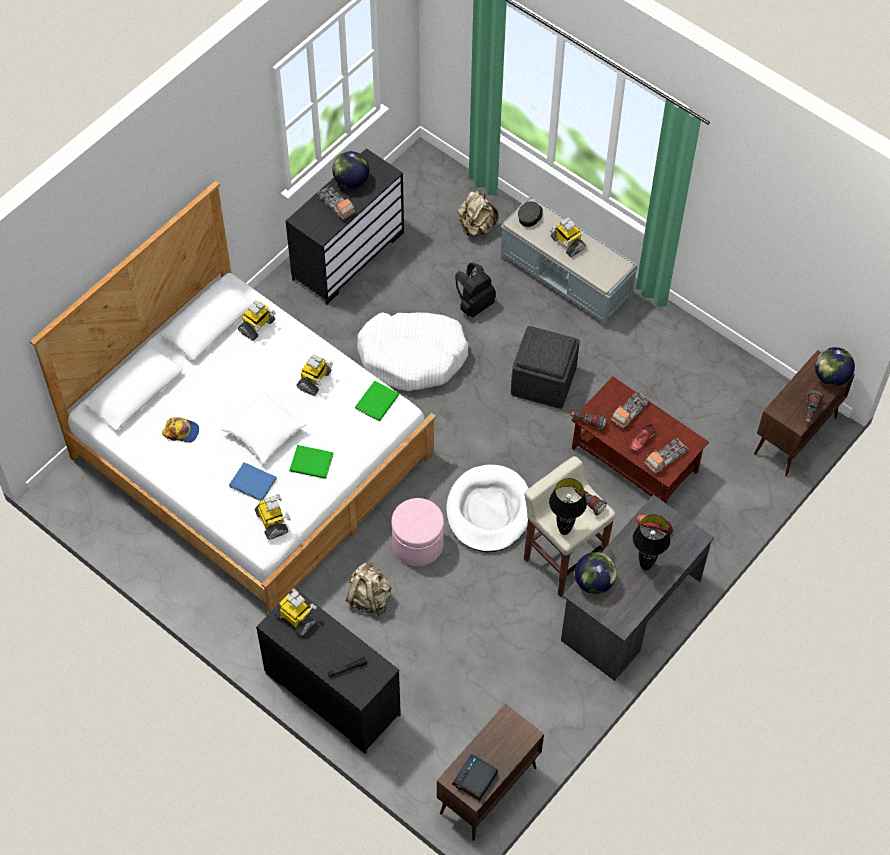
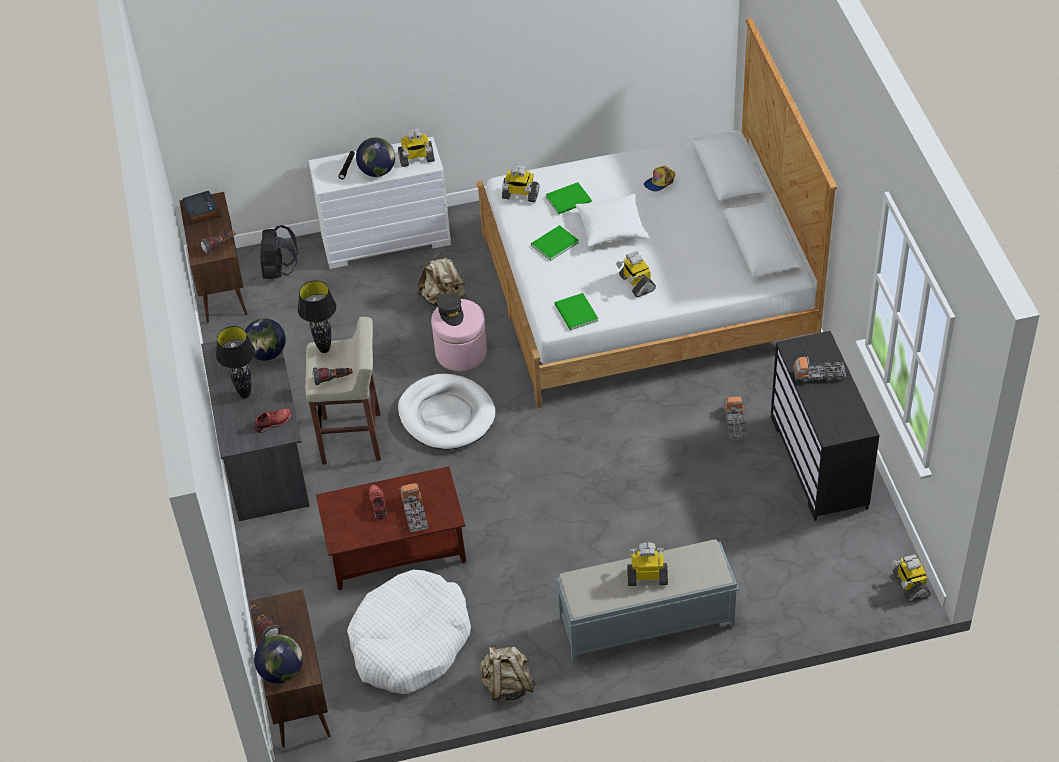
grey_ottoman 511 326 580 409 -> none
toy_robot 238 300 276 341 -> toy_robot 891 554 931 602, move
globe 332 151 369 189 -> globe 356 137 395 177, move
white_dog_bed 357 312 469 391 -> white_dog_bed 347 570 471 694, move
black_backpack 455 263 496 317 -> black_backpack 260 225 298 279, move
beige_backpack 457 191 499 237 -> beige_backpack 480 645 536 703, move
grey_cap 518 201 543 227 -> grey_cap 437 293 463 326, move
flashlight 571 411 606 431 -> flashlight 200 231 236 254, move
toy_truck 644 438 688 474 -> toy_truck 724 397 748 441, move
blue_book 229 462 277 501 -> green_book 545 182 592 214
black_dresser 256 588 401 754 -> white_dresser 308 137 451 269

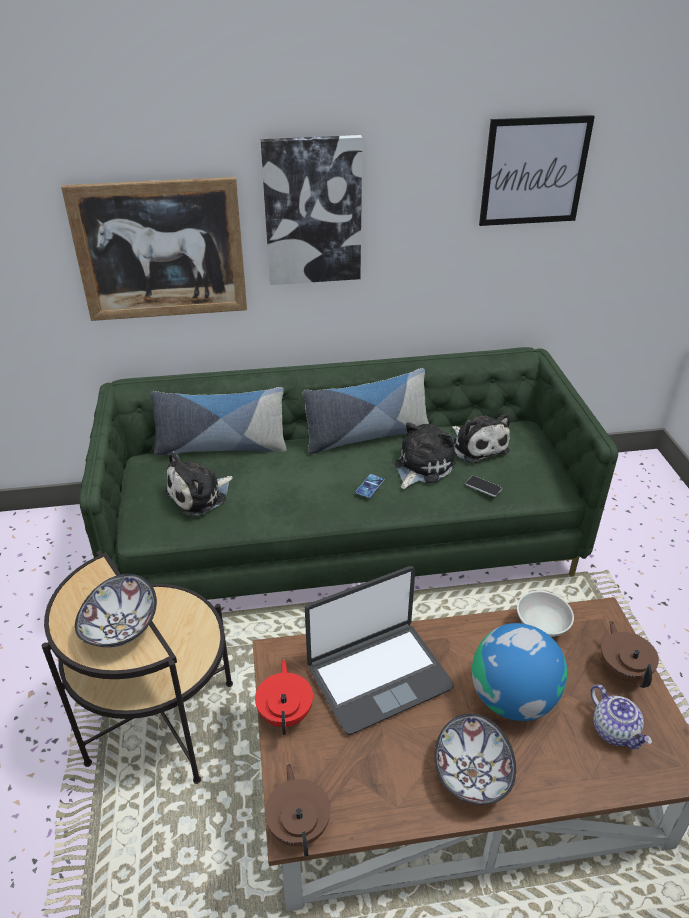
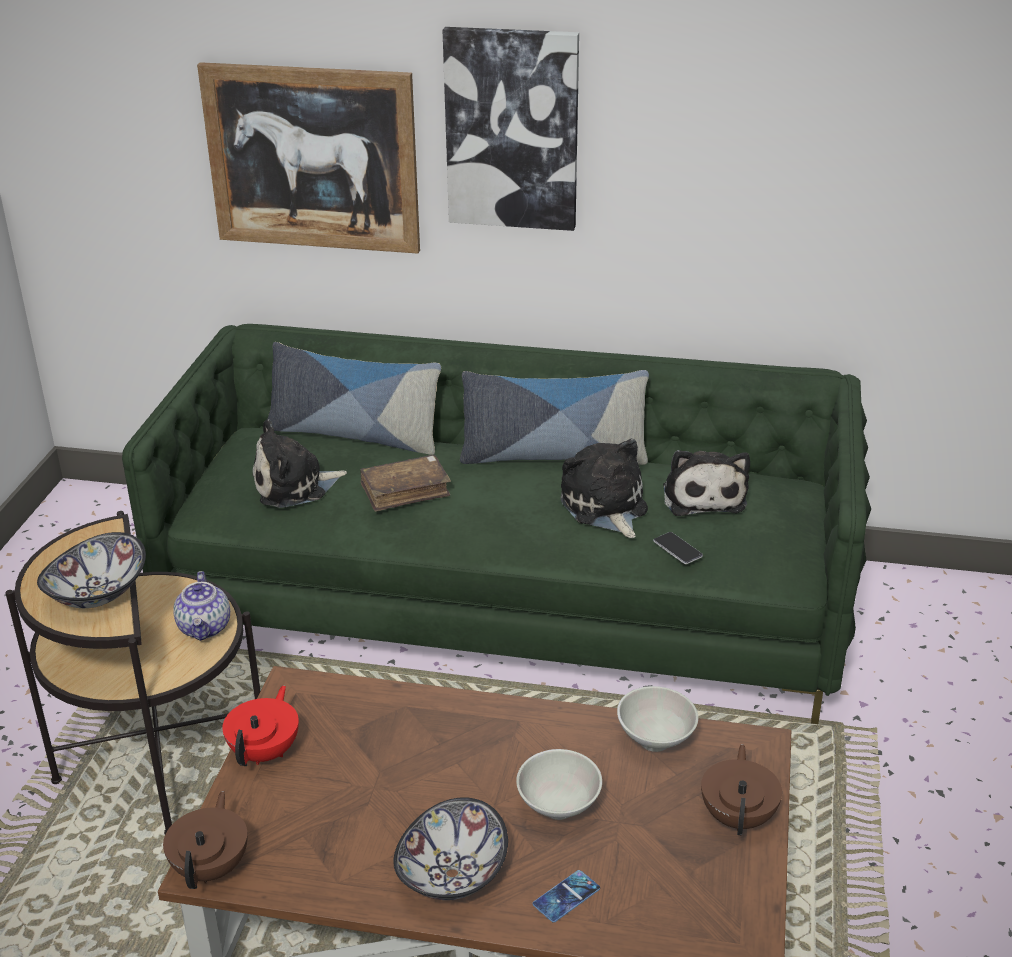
laptop 305 566 454 735 -> none
picture 479 115 595 226 -> none
none -> brown_book 360 455 451 512
phone 355 474 385 498 -> phone 533 870 600 923, move
teapot 590 684 652 749 -> teapot 173 571 230 641, move
globe 472 623 567 721 -> white_bowl 516 749 602 820
plush_toy 395 422 456 489 -> plush_toy 560 439 648 538, 75 degrees counterclockwise

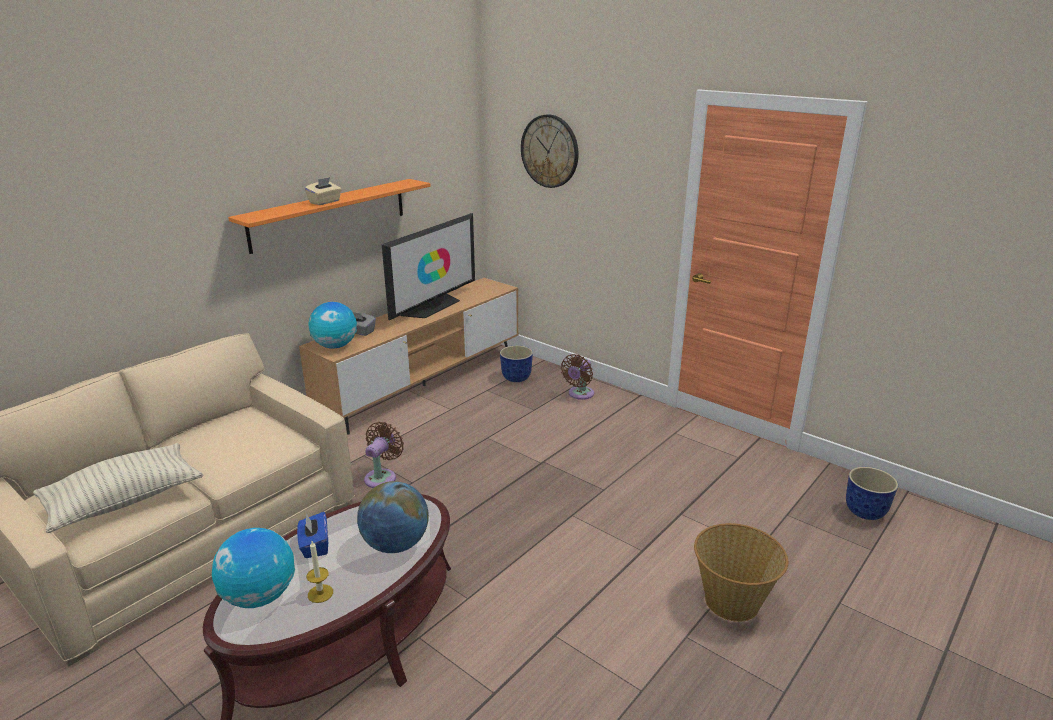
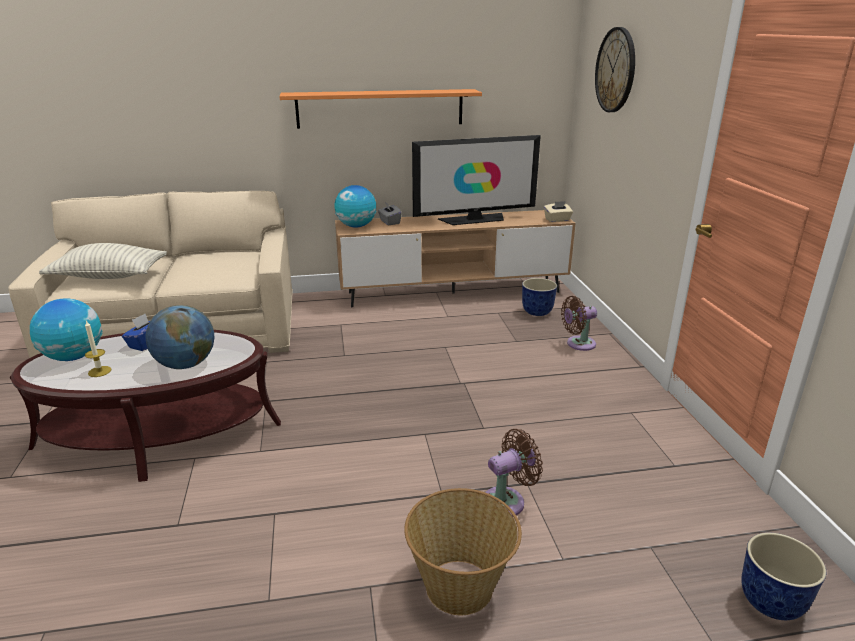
beige_tissue_box 305 177 342 205 -> beige_tissue_box 544 201 573 222, move
brown_fan 364 422 404 488 -> brown_fan 485 429 543 517, move

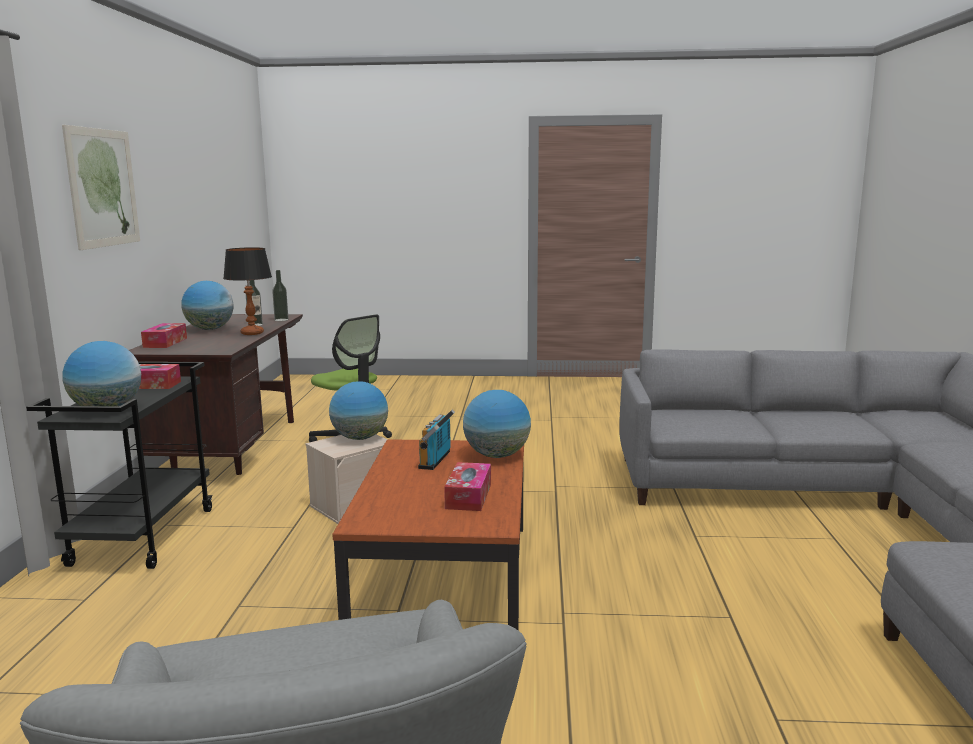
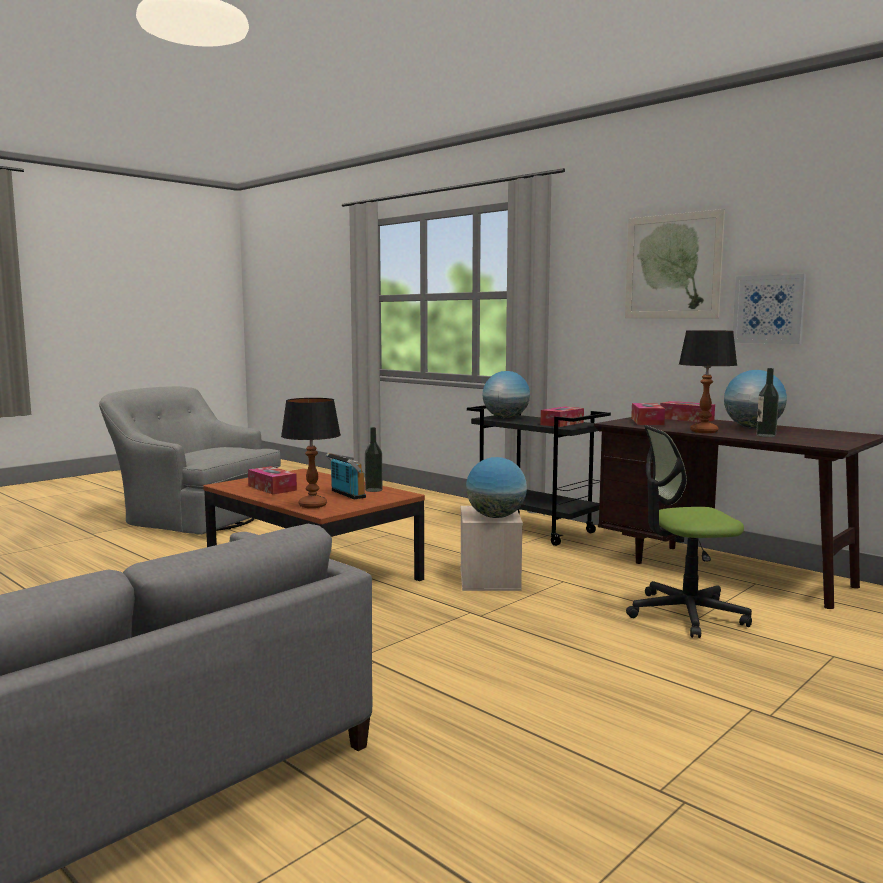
none -> tissue_box 631 403 665 425
none -> picture 733 274 806 344
bottle 272 270 288 321 -> bottle 365 427 383 492, move
globe 463 390 531 458 -> table_lamp 281 398 341 508

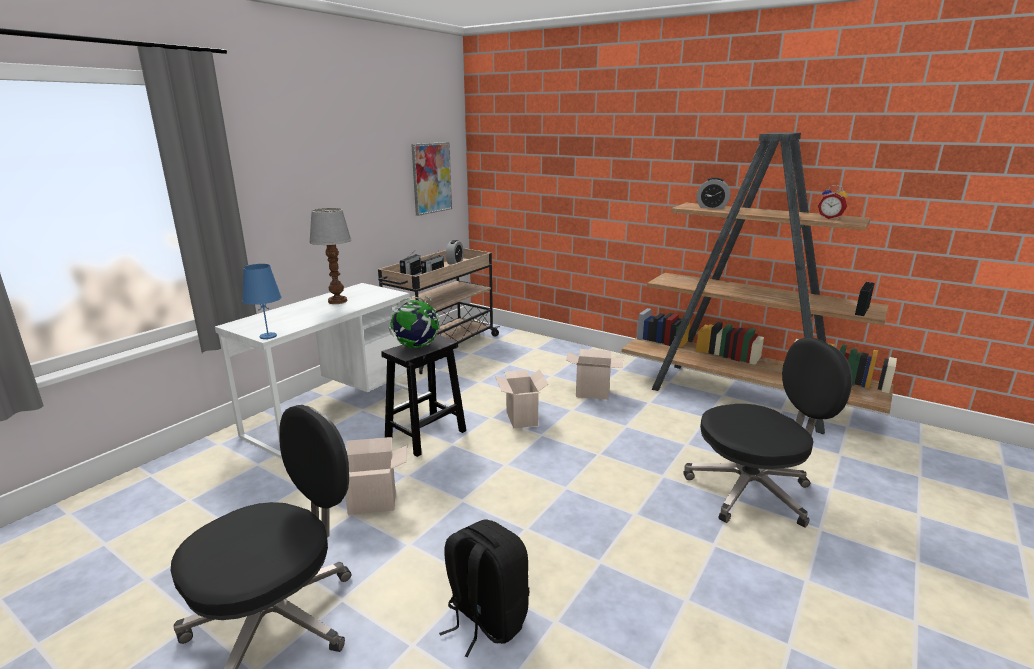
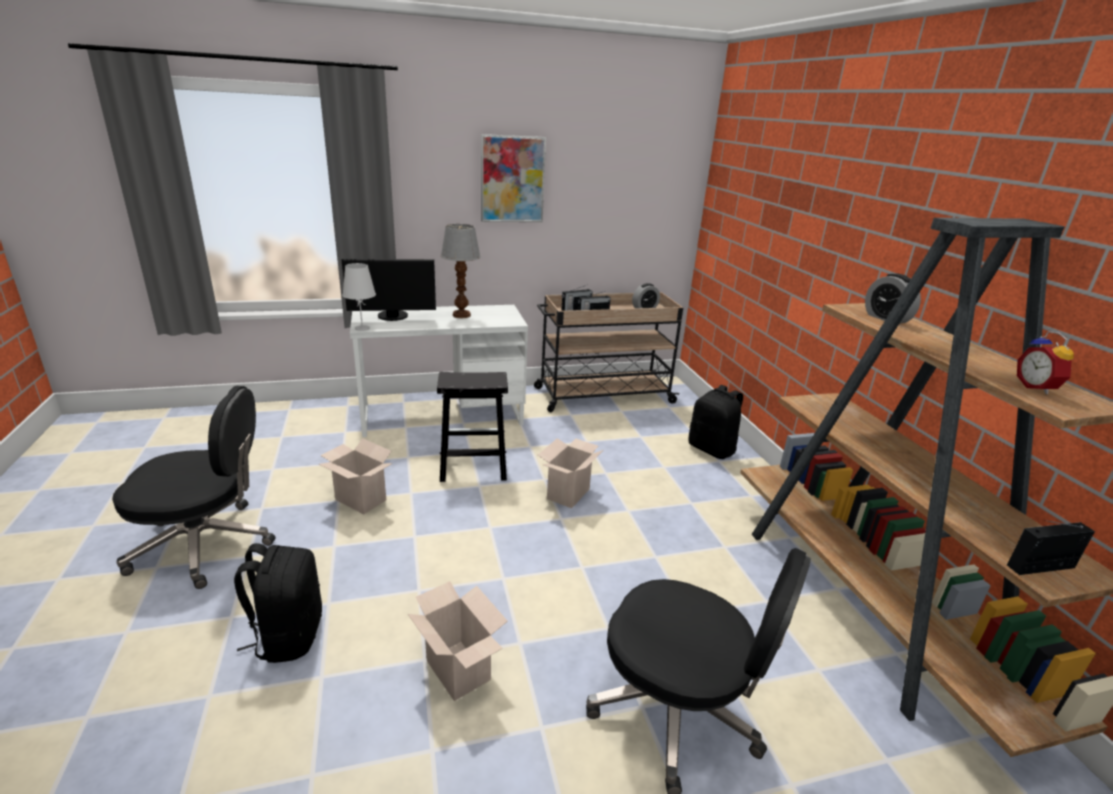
globe 388 296 440 348 -> none
none -> monitor 341 259 436 321
none -> black_backpack 689 385 743 459
picture 411 142 452 216 -> picture 481 134 546 222, move
cardboard_box 566 349 623 400 -> cardboard_box 408 581 508 701, move
blue_table_lamp 242 264 282 339 -> white_table_lamp 342 263 376 331

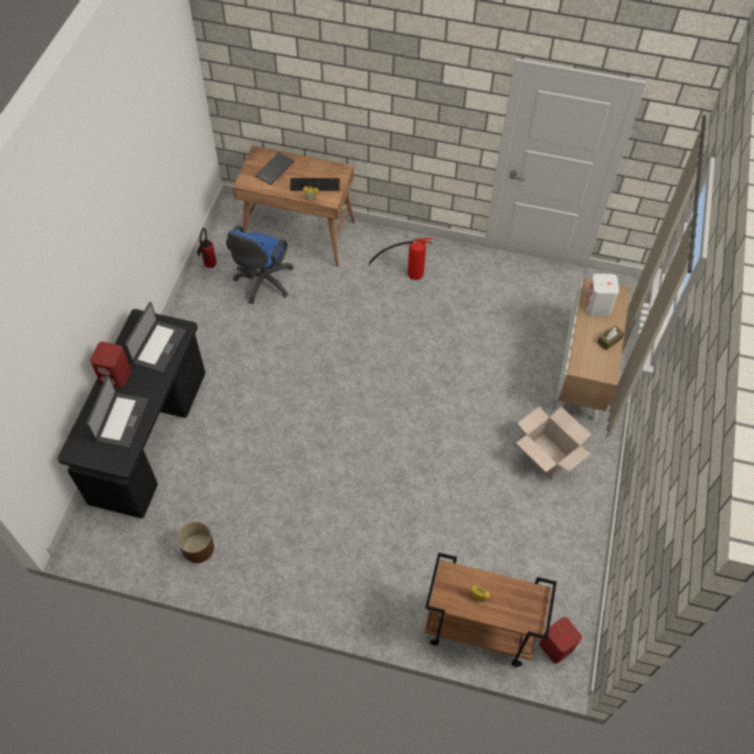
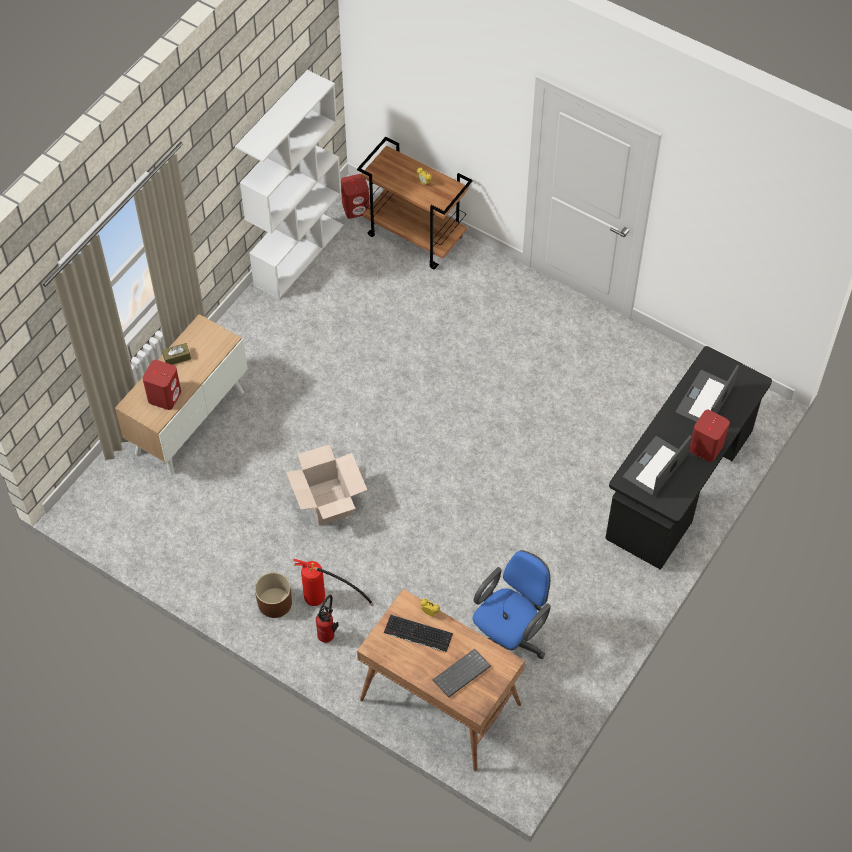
none -> white_bookcase 235 70 343 299
brown_planter 177 521 214 563 -> brown_planter 255 572 292 618, move
fire_extinguisher 197 228 217 268 -> fire_extinguisher 316 595 338 643, move
cardboard_box 516 407 591 479 -> cardboard_box 286 444 367 526, move
white_speaker 585 274 619 316 -> red_speaker 143 360 181 410

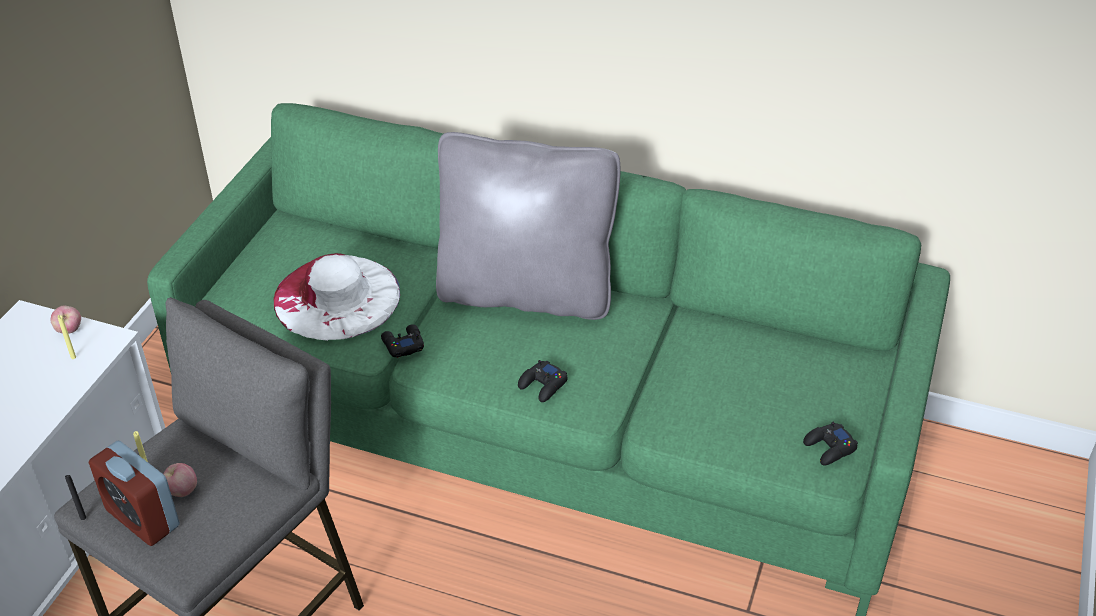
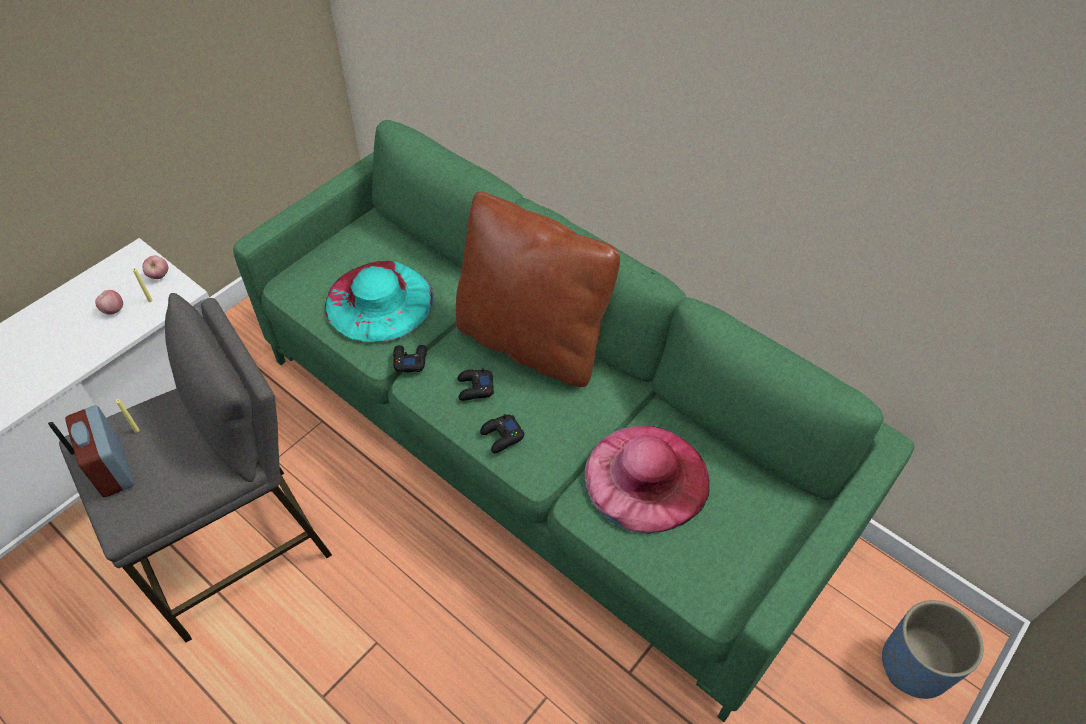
none -> pink_hat 585 426 709 534
none -> blue_planter 882 600 984 699
apple 163 463 197 497 -> apple 95 290 123 315, move
black_game_controller 803 422 858 466 -> black_game_controller 458 368 494 401, move
white_hat 274 253 400 341 -> turquoise_hat 325 261 433 342
grey_pillow 436 132 620 320 -> brown_pillow 456 192 620 387

